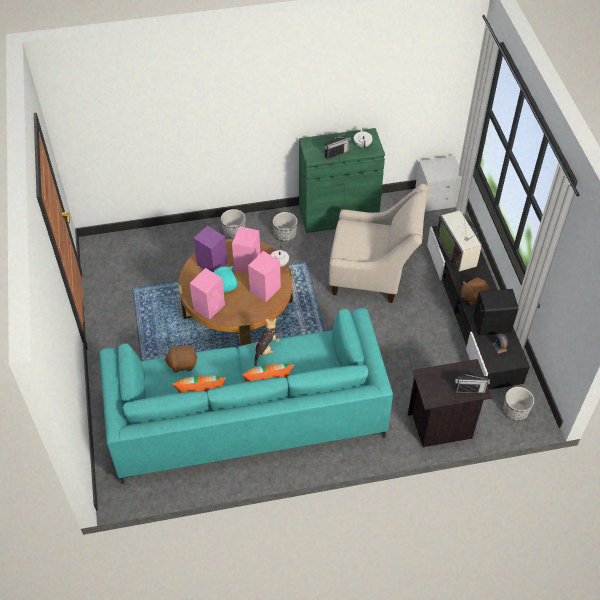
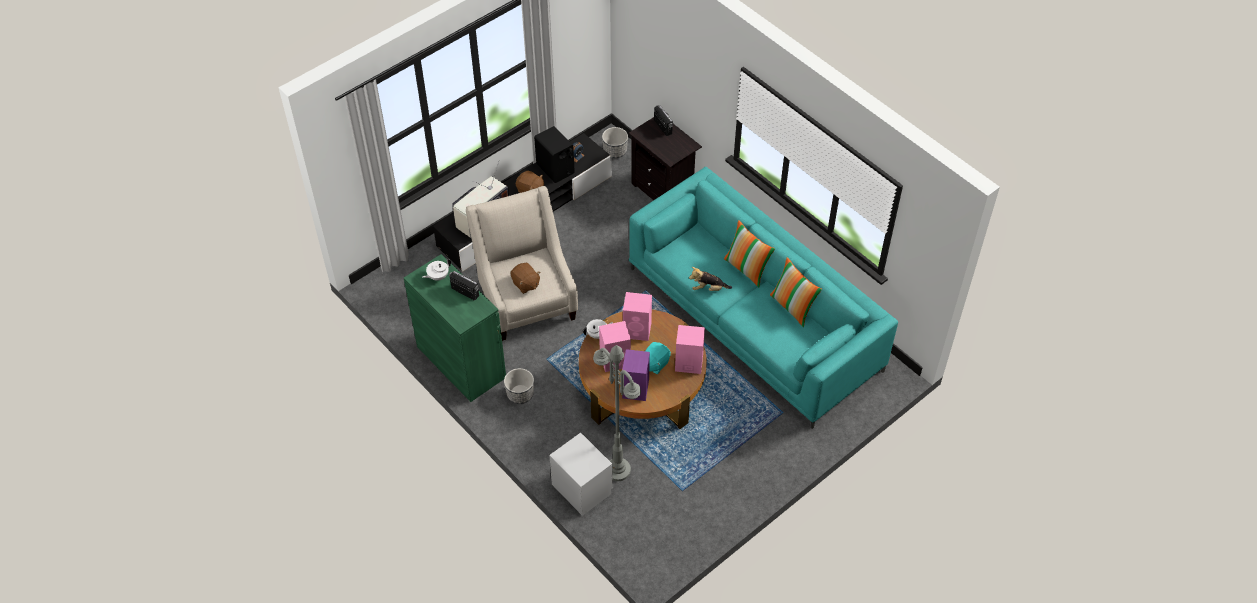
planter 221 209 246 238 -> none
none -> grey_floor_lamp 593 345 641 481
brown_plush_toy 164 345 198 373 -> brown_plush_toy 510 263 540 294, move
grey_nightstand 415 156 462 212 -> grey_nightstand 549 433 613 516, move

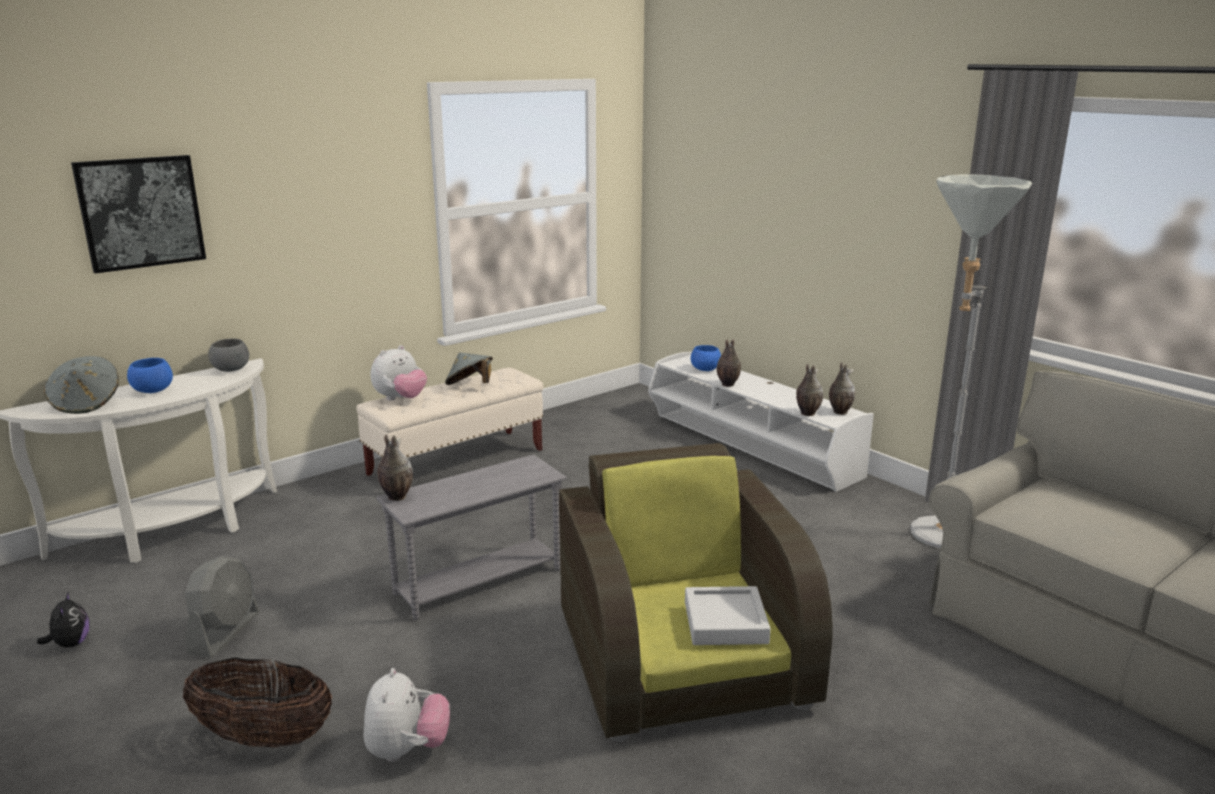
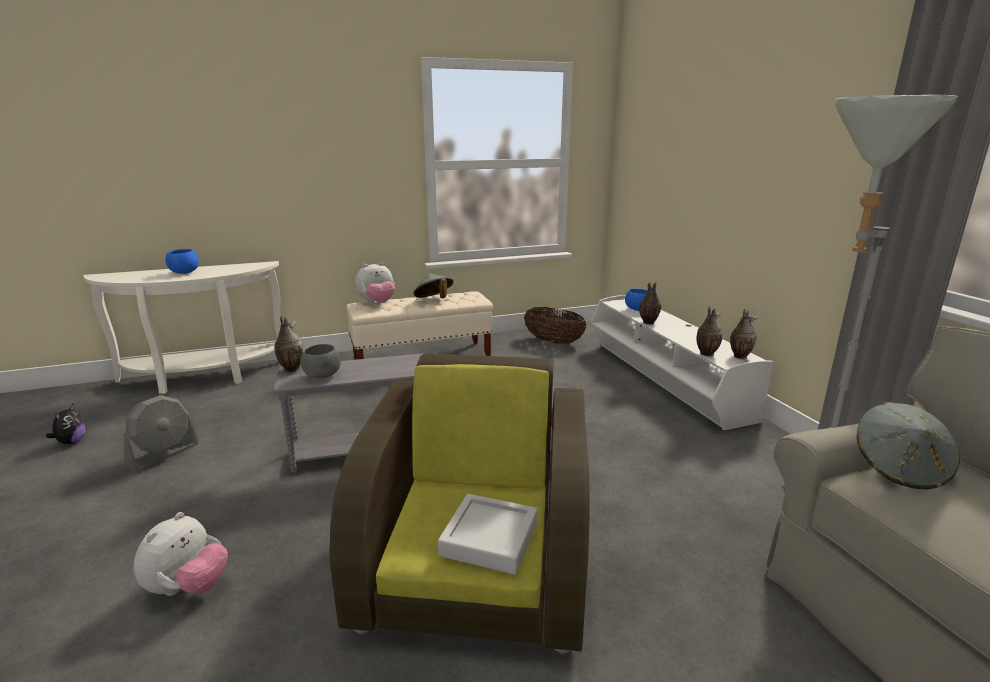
picture 71 155 206 274 -> none
grey_hat 44 356 119 414 -> grey_hat 856 402 960 489, move
basket 183 658 332 748 -> basket 524 307 586 344, move
grey_bowl 208 339 249 372 -> grey_bowl 300 344 341 378, move

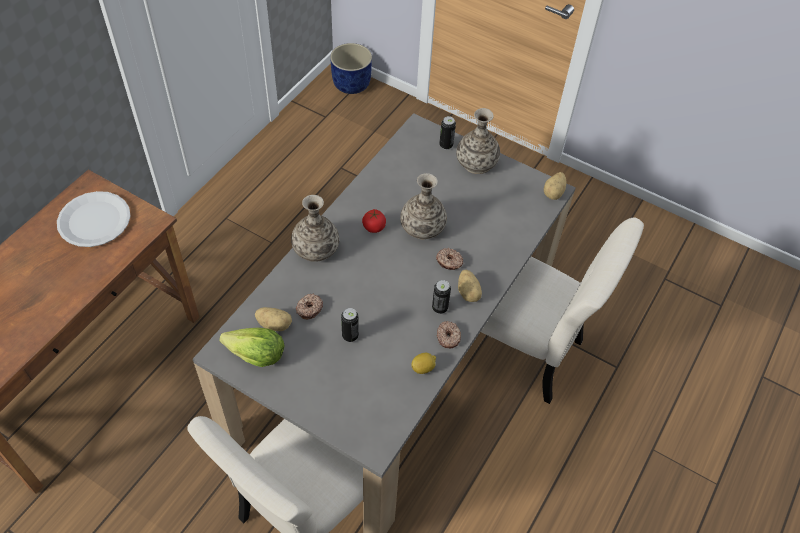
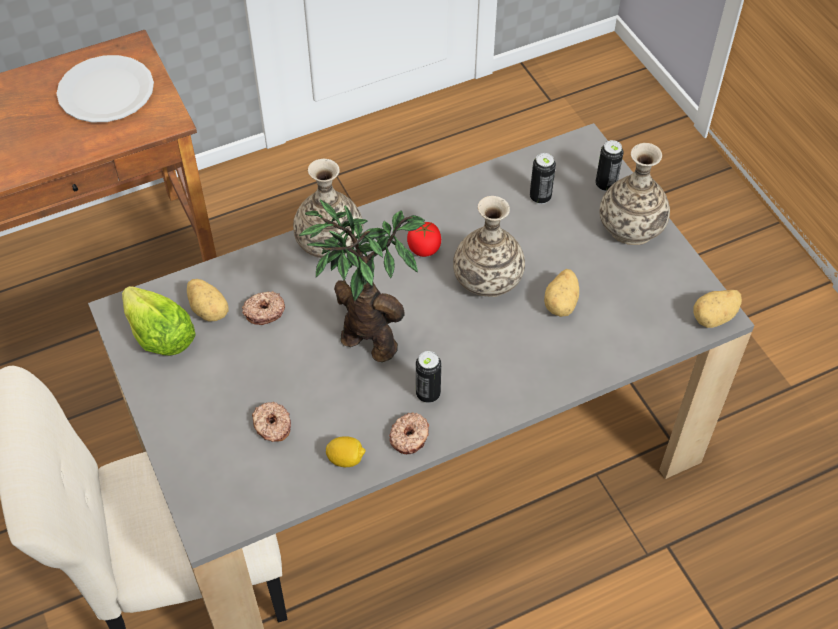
blue_planter 330 43 372 94 -> none
beige_chair 481 218 644 404 -> none
none -> potted_plant 299 200 425 362
can 341 308 359 342 -> can 530 153 556 204, move
donut 436 248 463 270 -> donut 252 402 291 442, move
potato 458 270 482 302 -> potato 544 269 579 317, move

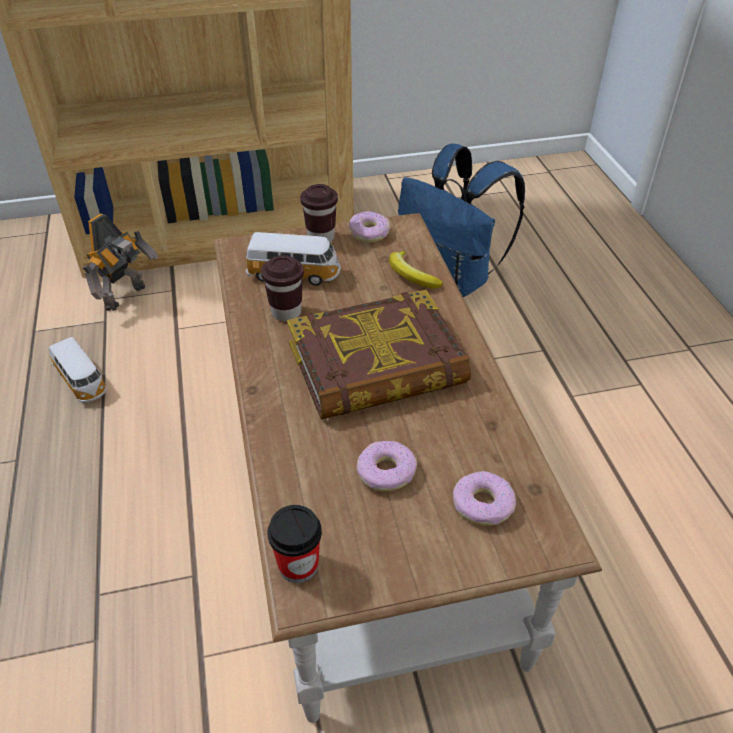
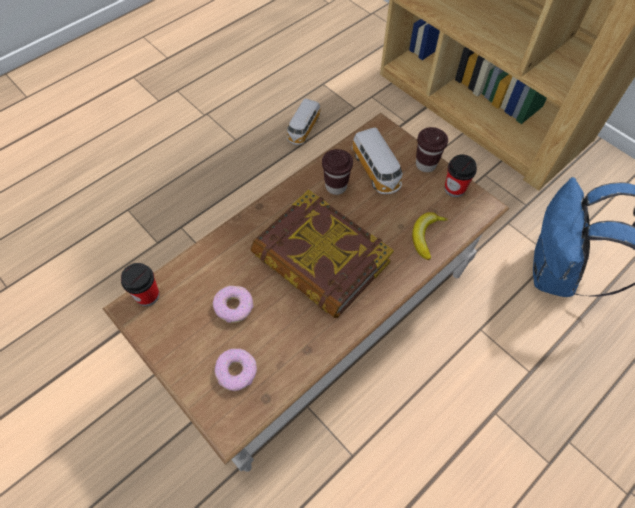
toy_robot 83 213 159 311 -> none
donut 349 211 391 243 -> cup 445 154 477 197

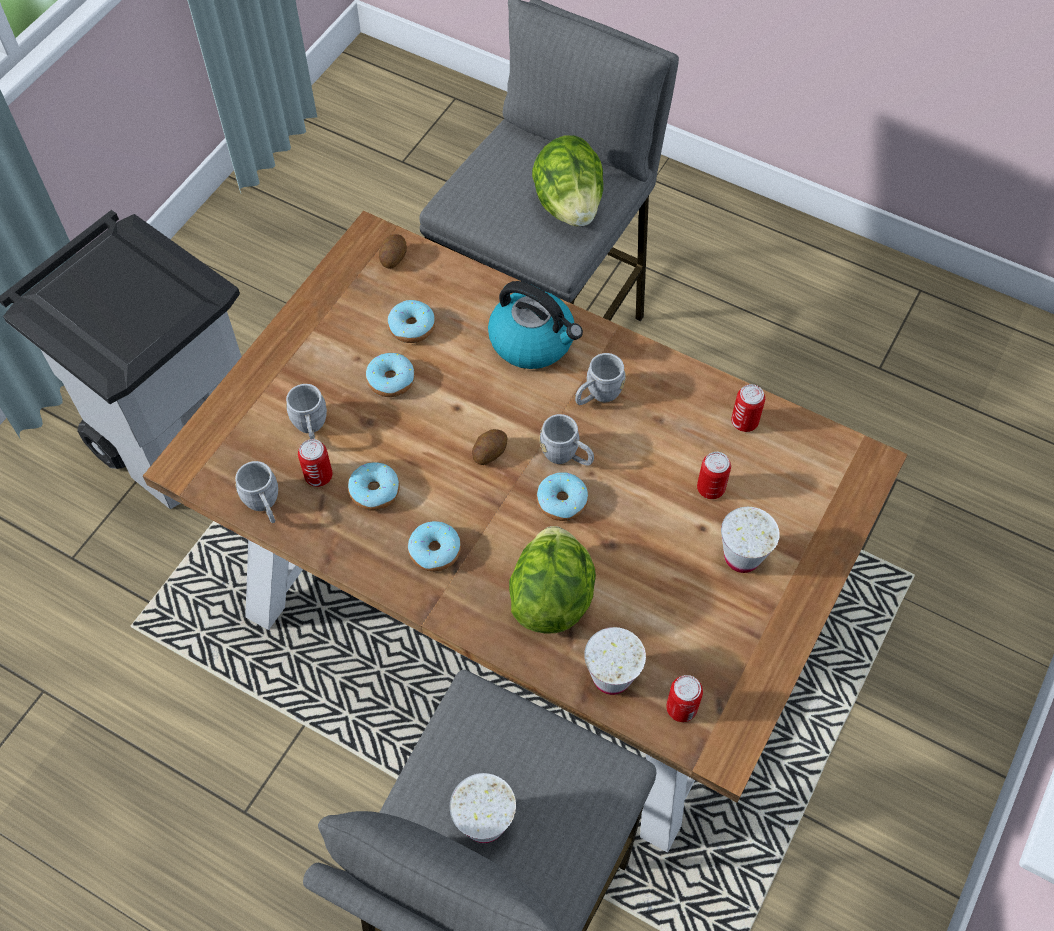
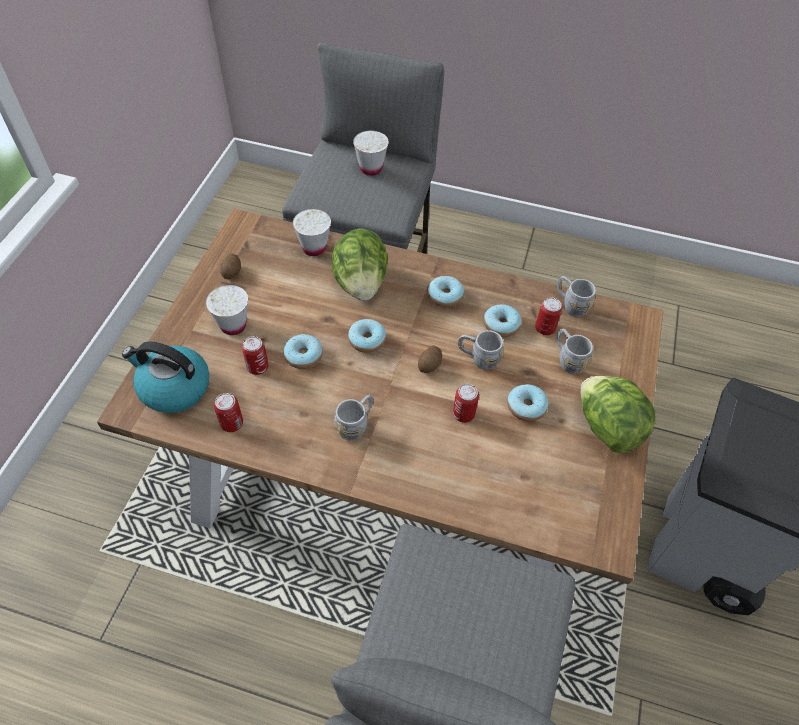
potato 379 234 407 269 -> potato 220 254 241 279, move
donut 388 300 435 343 -> donut 284 334 323 369, move
kettle 488 281 583 369 -> kettle 122 342 209 413, move
lettuce 532 135 603 227 -> lettuce 580 376 655 453, move
grey_mug 539 414 594 465 -> grey_mug 458 330 504 370, move
can 666 675 703 722 -> can 453 384 479 423, move

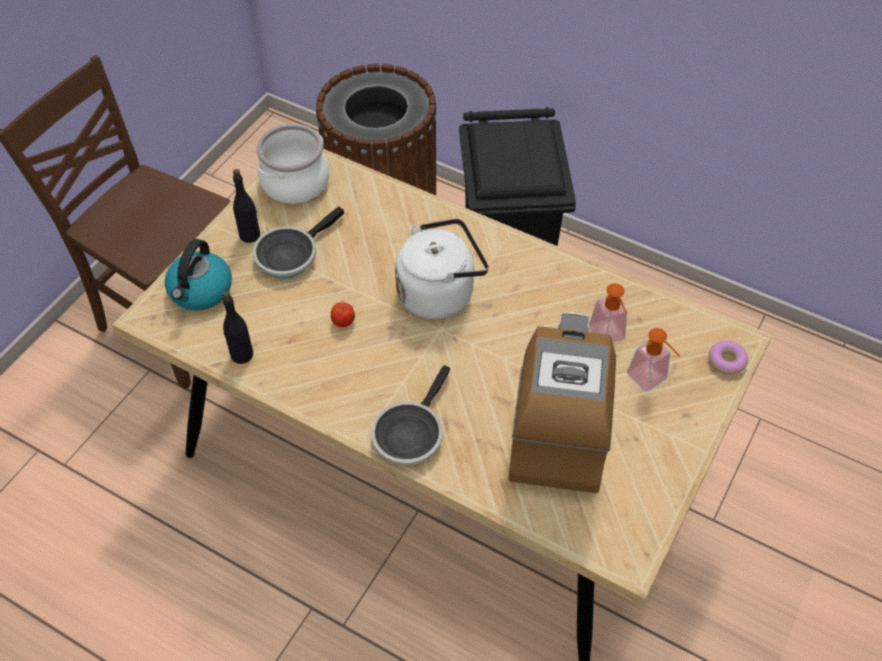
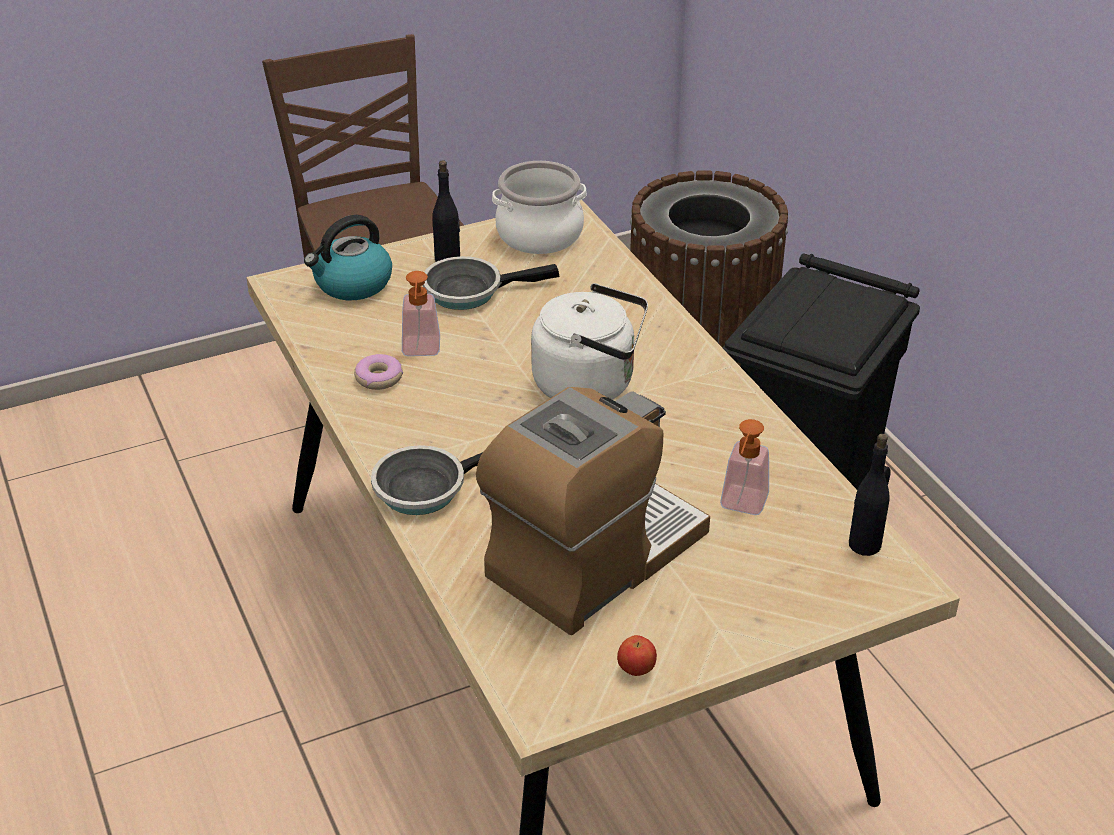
black_bottle 223 291 253 364 -> black_bottle 849 434 890 556, move
apple 331 302 355 327 -> apple 617 635 657 676, move
soap_dispenser 627 328 680 392 -> soap_dispenser 402 271 440 356, move
donut 709 341 748 375 -> donut 354 354 403 390, move

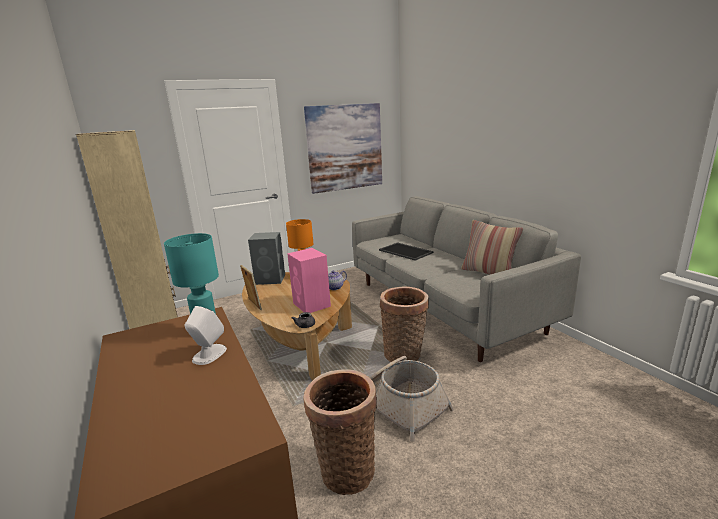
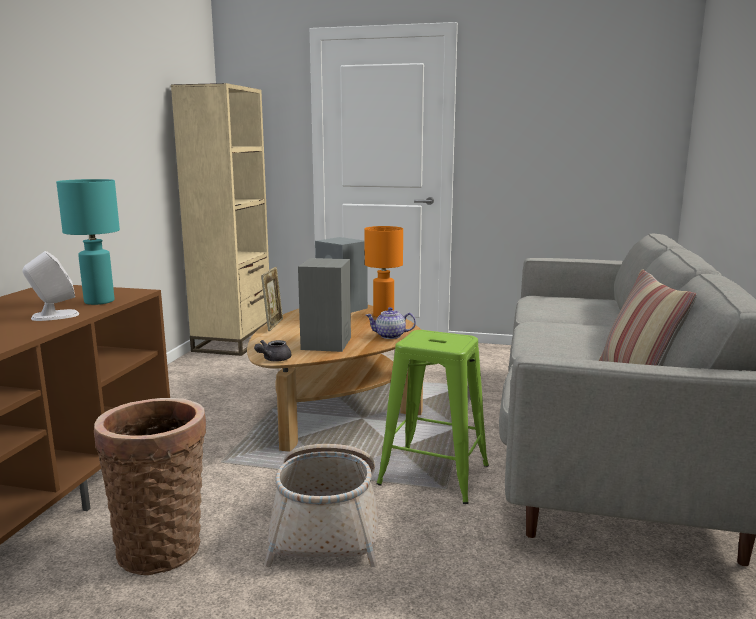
picture 304 103 382 194 -> none
tray 379 242 434 261 -> none
basket 380 286 429 362 -> green_stool 376 330 489 504
pink_speaker 287 248 331 313 -> grey_speaker 298 258 351 352

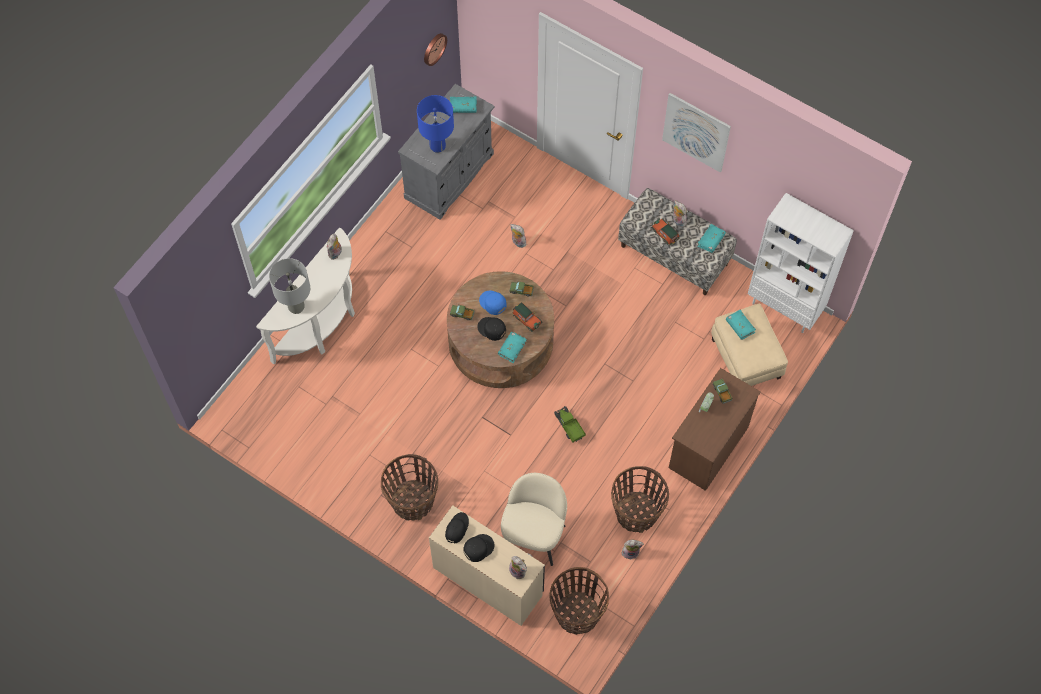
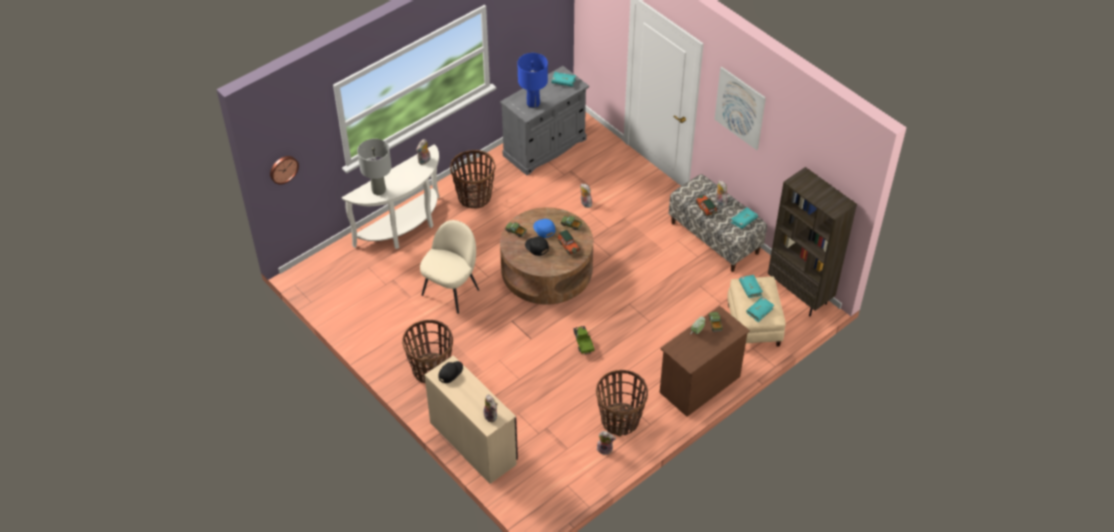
black_cap 463 534 495 562 -> none
wall_clock 424 33 447 66 -> wall_clock 270 156 299 185, move
turquoise_book 498 332 527 363 -> turquoise_book 746 297 774 322, move
beige_chair 501 473 567 566 -> beige_chair 420 220 479 314, move
basket 550 567 609 635 -> basket 450 150 496 208, move
white_bookcase 748 193 854 333 -> brown_bookcase 768 167 857 317

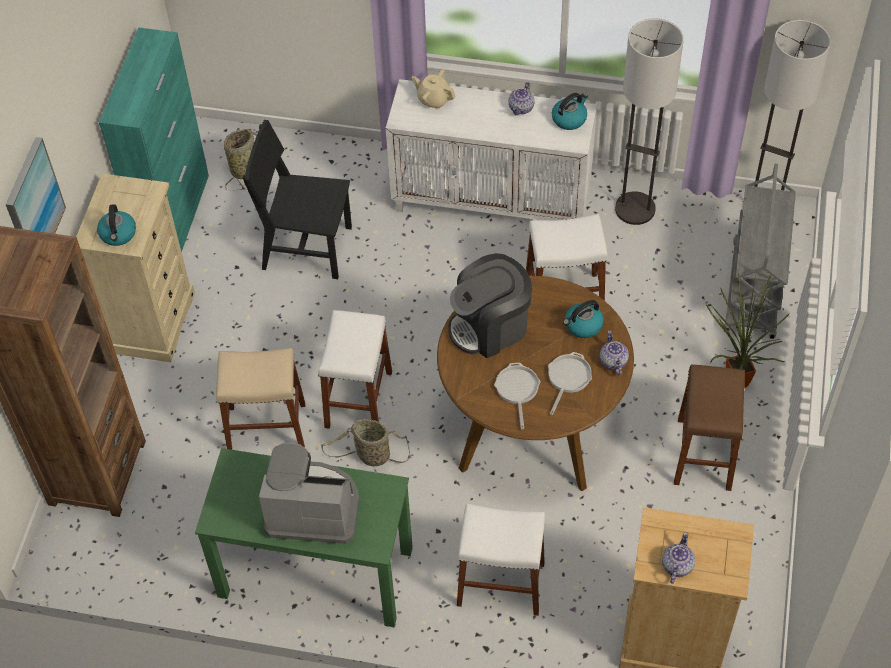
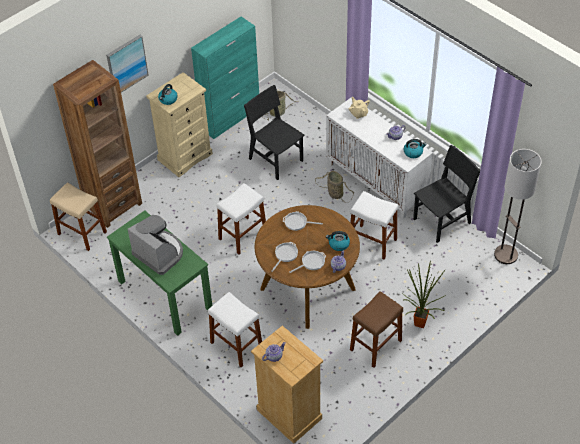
grey_cart 724 164 796 339 -> none
beige_stool 216 348 305 450 -> beige_stool 50 182 107 251, move
basket 321 419 410 466 -> basket 315 171 354 203, move
coffee_machine 448 253 532 358 -> frying_pan 283 211 323 231
floor_lamp 615 19 684 225 -> black_chair 413 145 480 243

